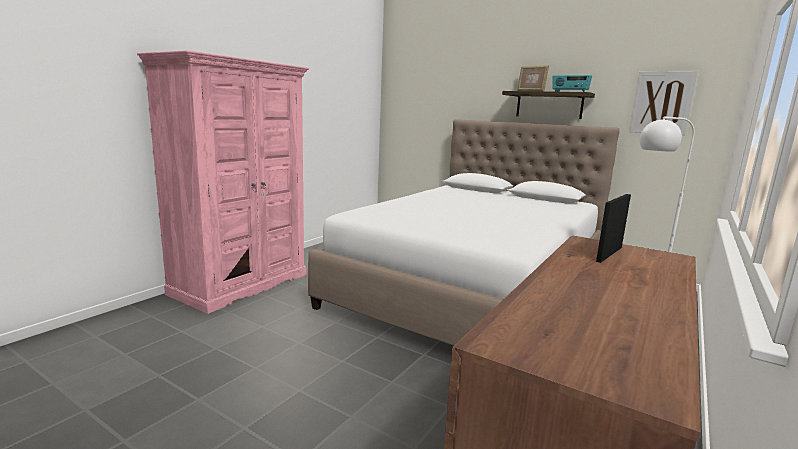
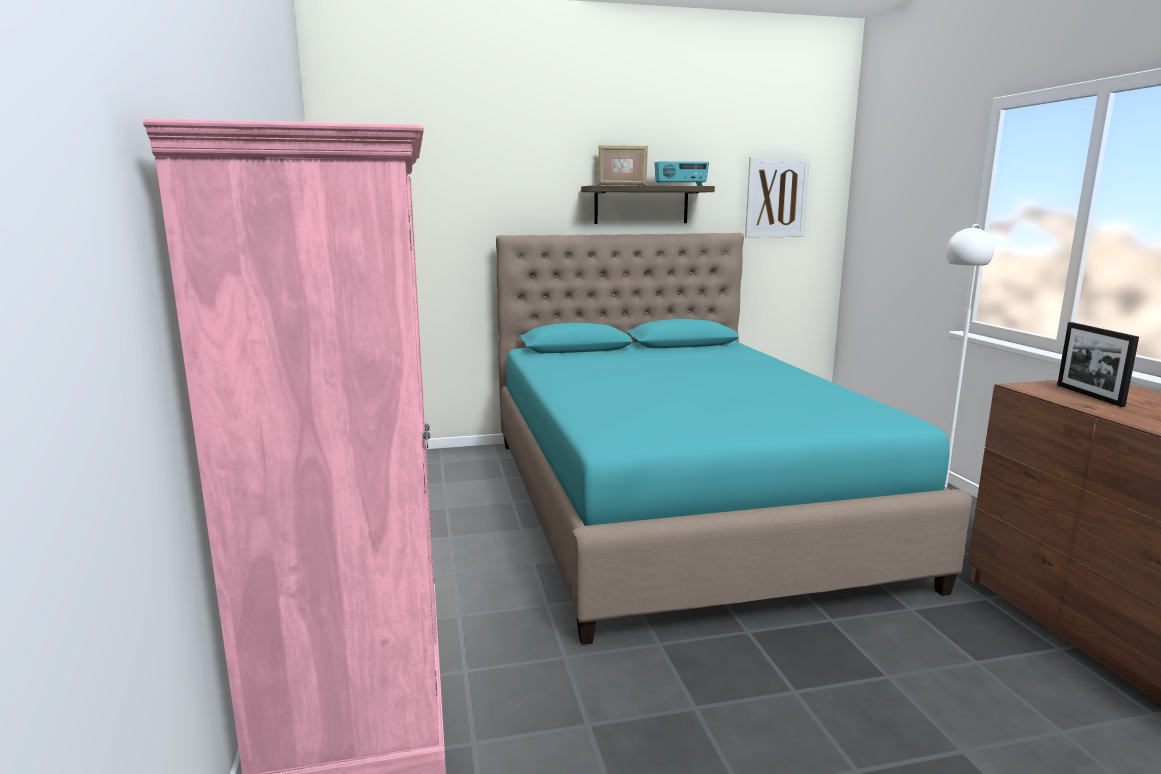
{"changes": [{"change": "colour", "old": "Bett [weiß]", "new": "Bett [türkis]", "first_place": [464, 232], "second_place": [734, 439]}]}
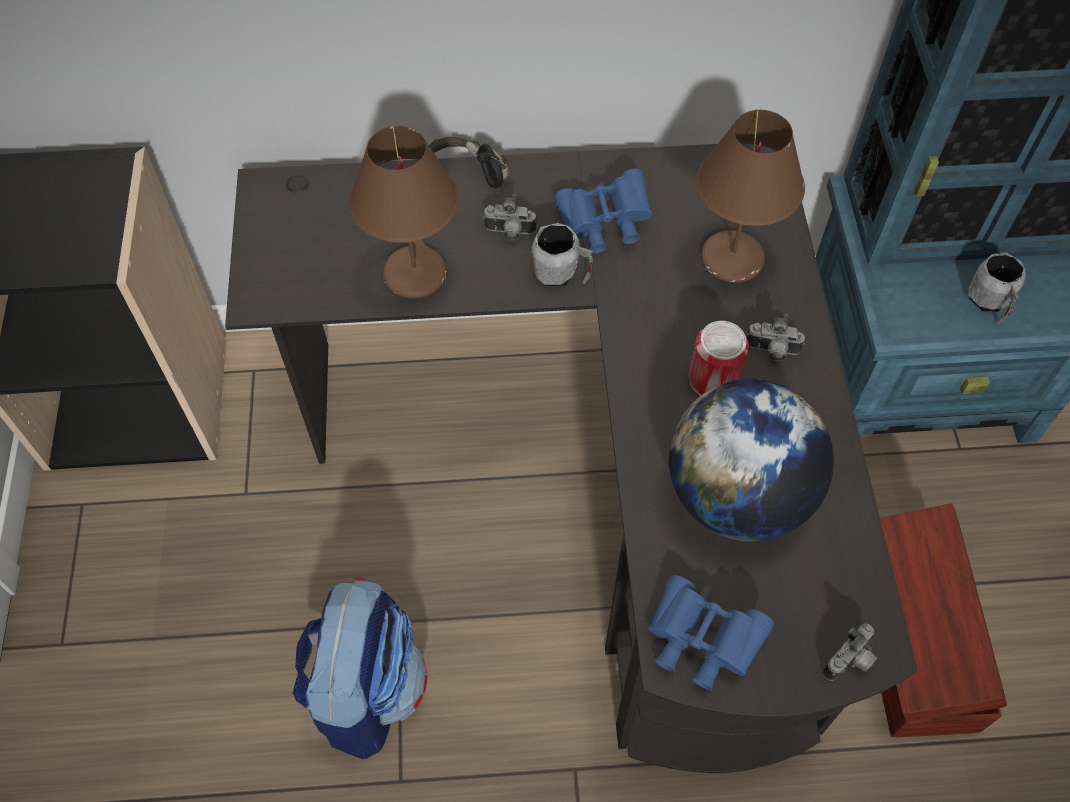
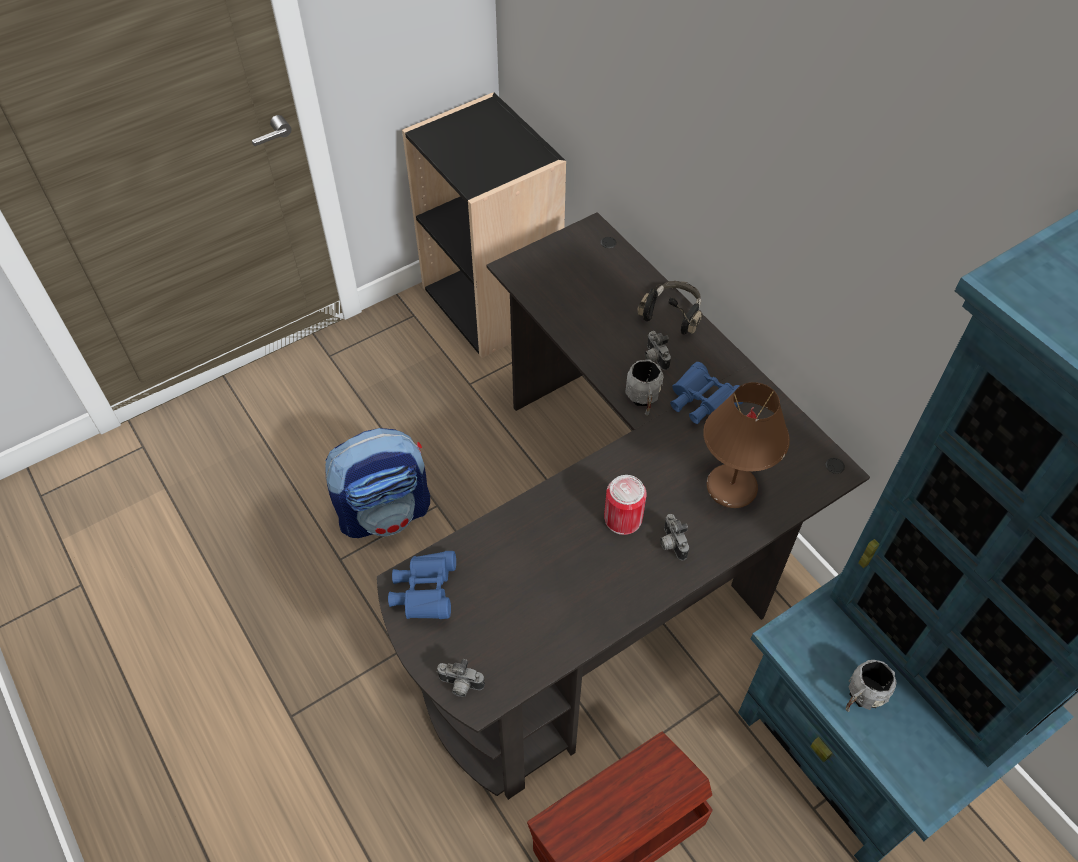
{"changes": [{"change": "missing", "old": "Tischlampe [braun]", "first_place": [404, 212]}, {"change": "missing", "old": "Globus", "first_place": [751, 460]}]}
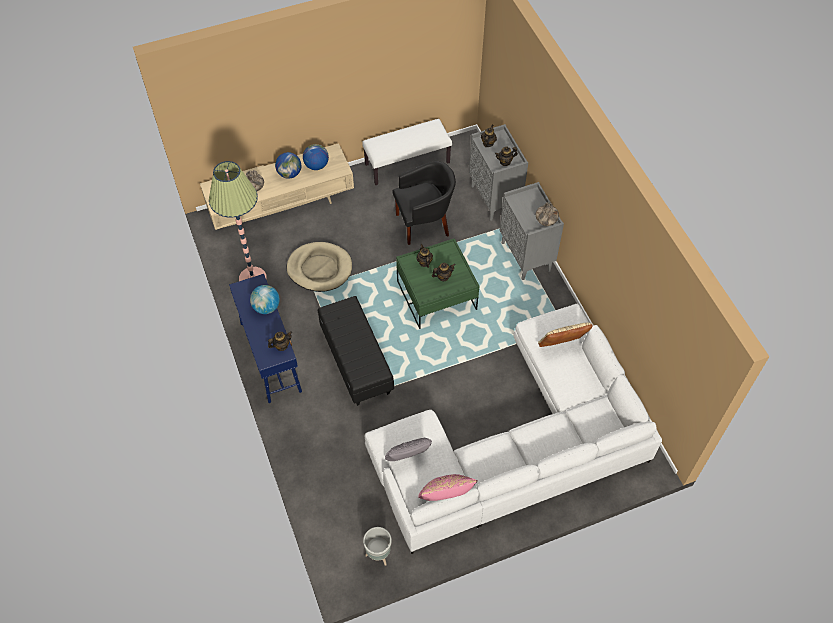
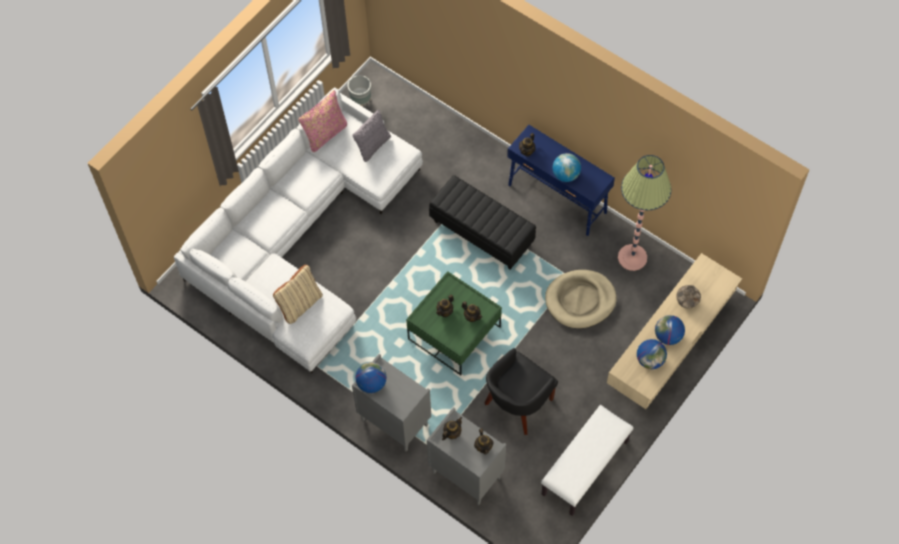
{"changes": [{"change": "exchanged", "old": "Vase", "new": "Globus", "first_place": [547, 214], "second_place": [371, 377]}]}
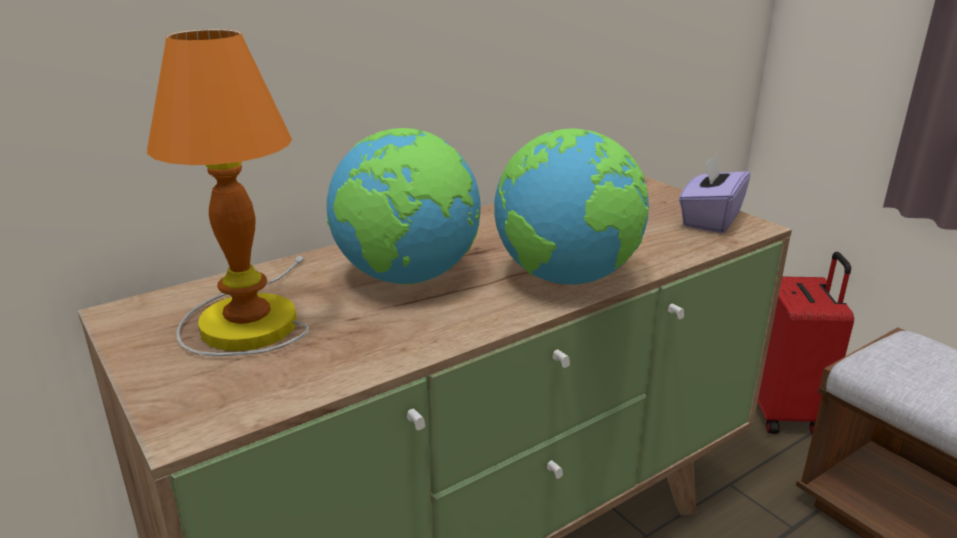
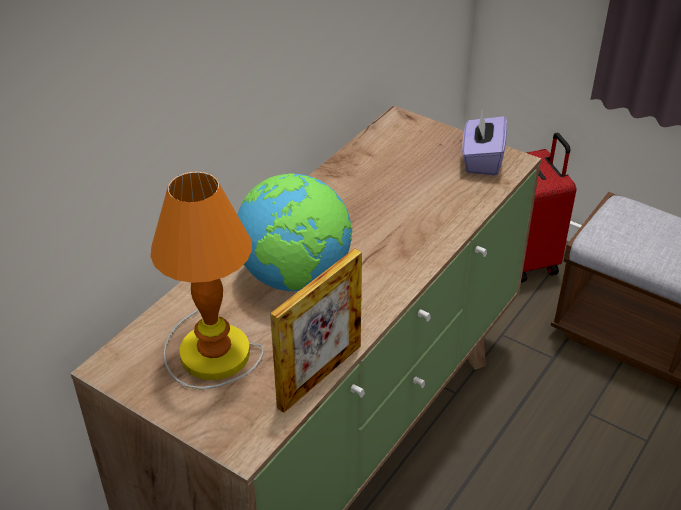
{"changes": [{"change": "missing", "old": "Globus", "first_place": [571, 207]}, {"change": "appeared", "new": "Bilderrahmen", "second_place": [316, 330]}]}
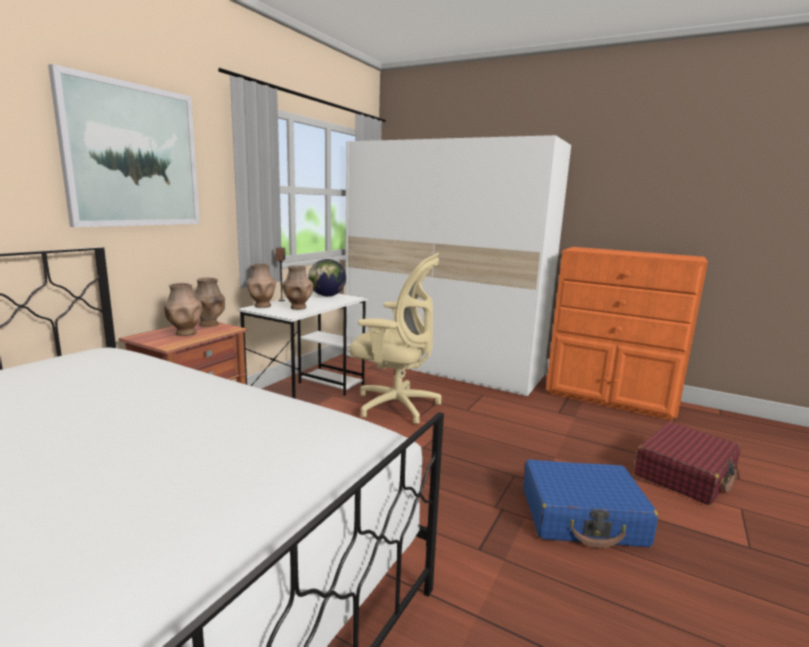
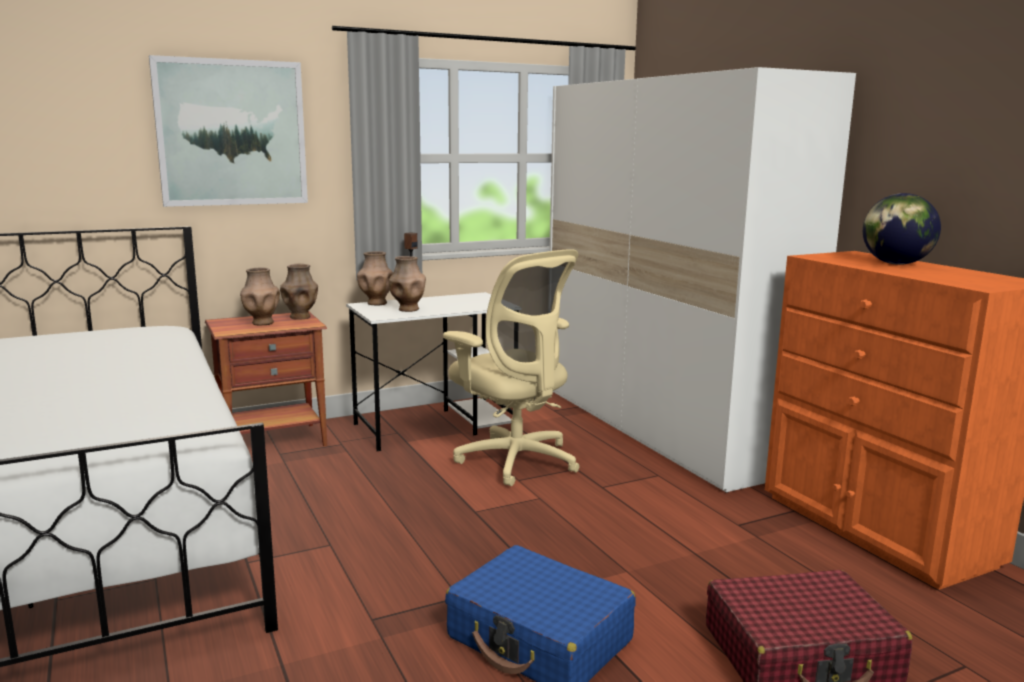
{"changes": [{"change": "relocated", "old": "Globus", "first_place": [327, 278], "second_place": [902, 229]}]}
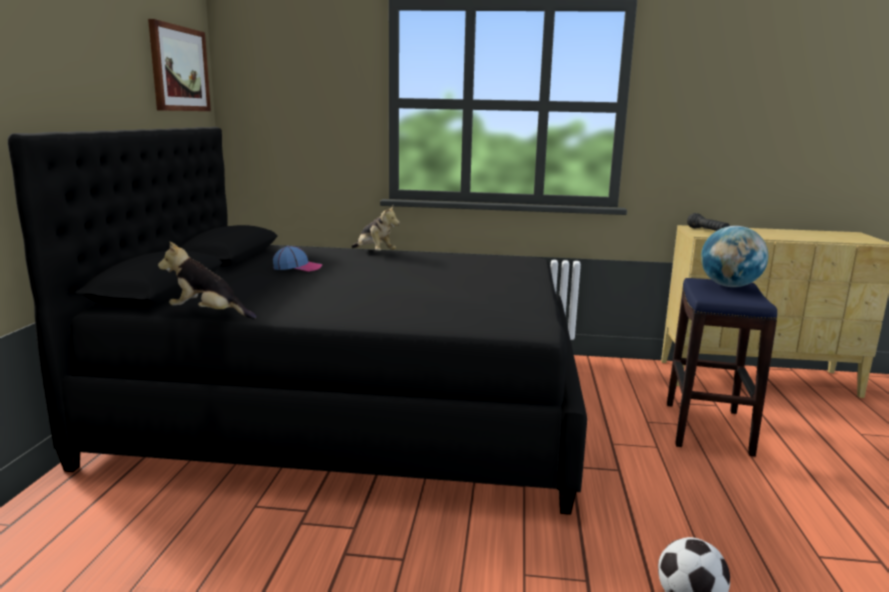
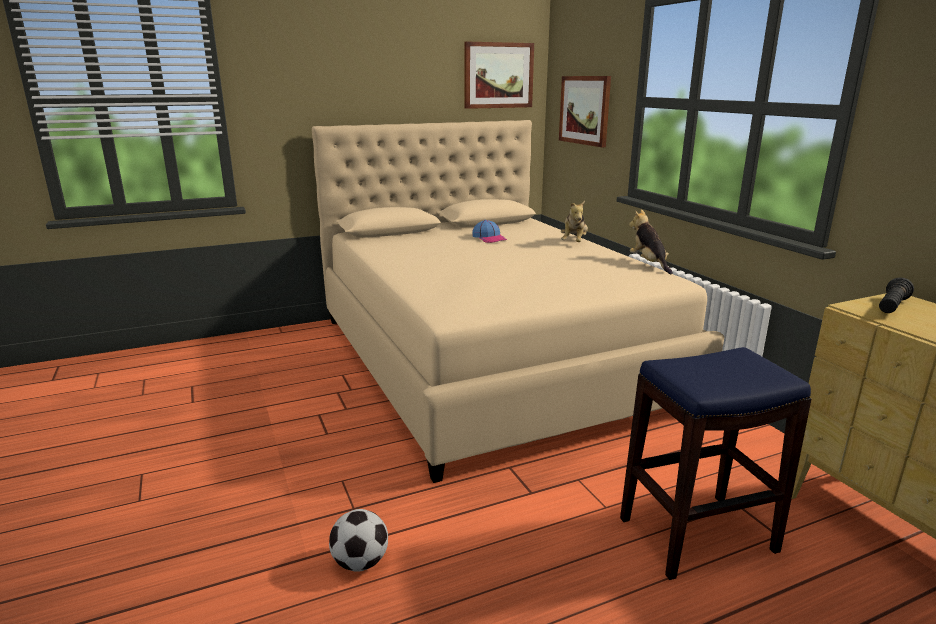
{"changes": [{"change": "colour", "old": "Bett [schwarz]", "new": "Bett [beige]", "first_place": [297, 321], "second_place": [518, 301]}, {"change": "missing", "old": "Globus", "first_place": [734, 256]}, {"change": "relocated", "old": "Plüschtier", "first_place": [207, 280], "second_place": [651, 241]}, {"change": "appeared", "new": "Bild", "second_place": [585, 111]}]}
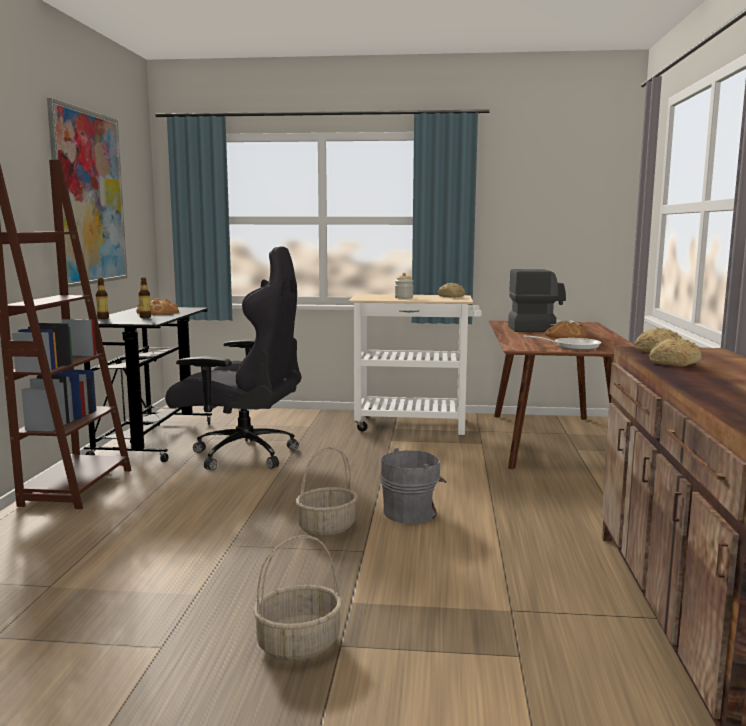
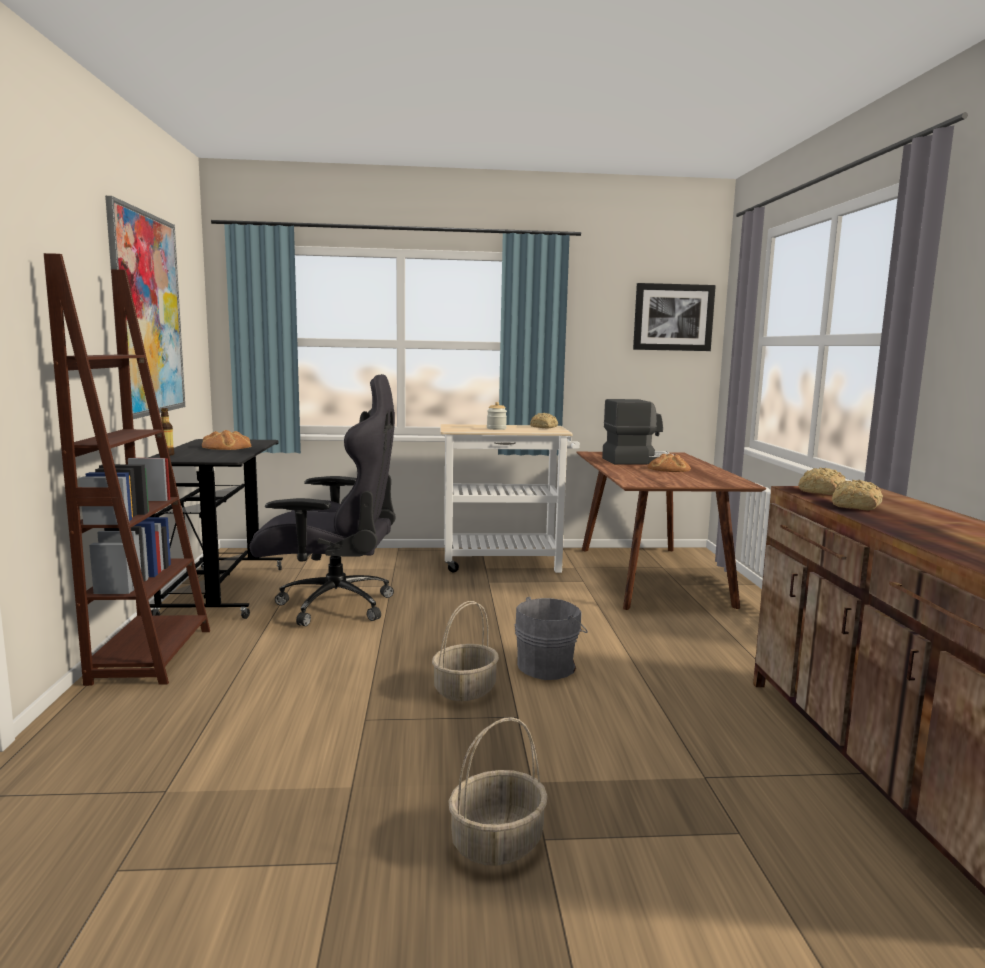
{"changes": [{"change": "missing", "old": "Flasche", "first_place": [145, 297]}, {"change": "missing", "old": "Pfanne", "first_place": [563, 342]}, {"change": "appeared", "new": "Bild", "second_place": [674, 317]}]}
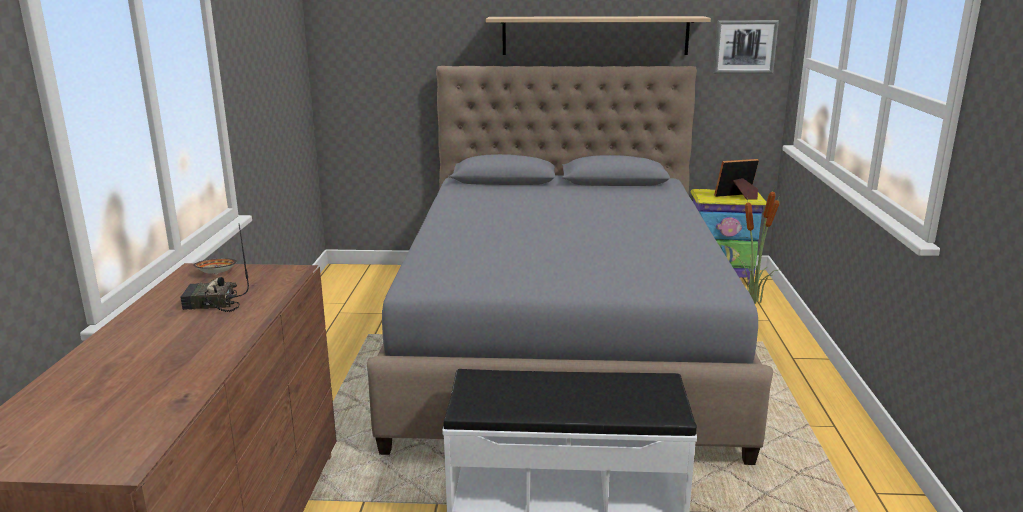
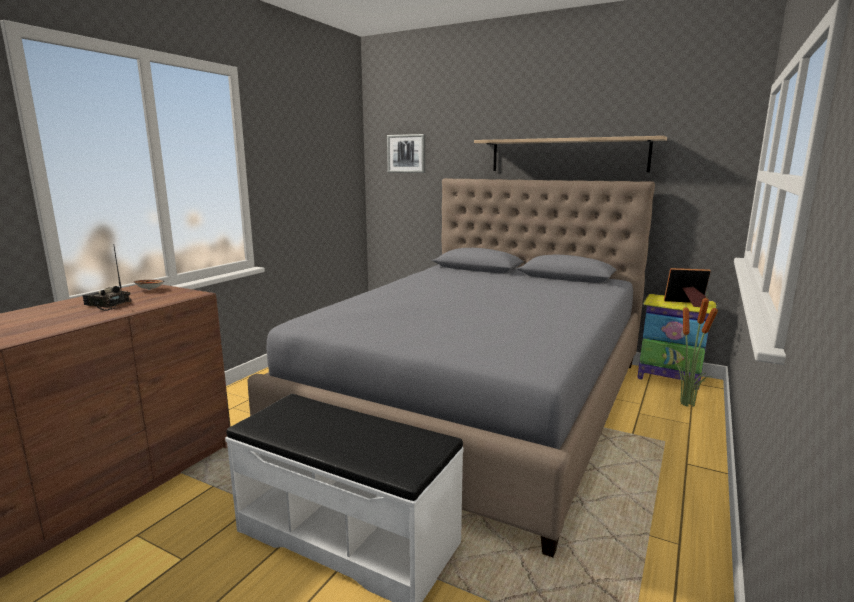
{"changes": [{"change": "relocated", "old": "Bild", "first_place": [746, 47], "second_place": [406, 153]}]}
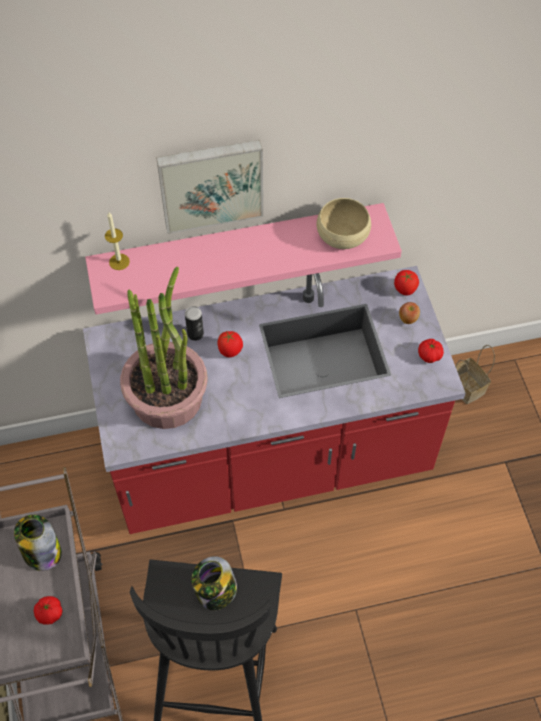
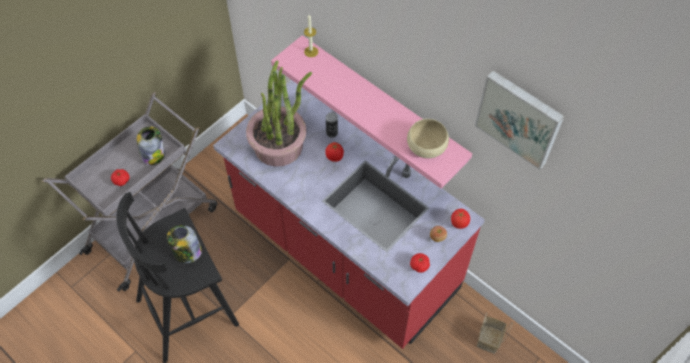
{"changes": [{"change": "relocated", "old": "Bild", "first_place": [209, 187], "second_place": [519, 120]}]}
